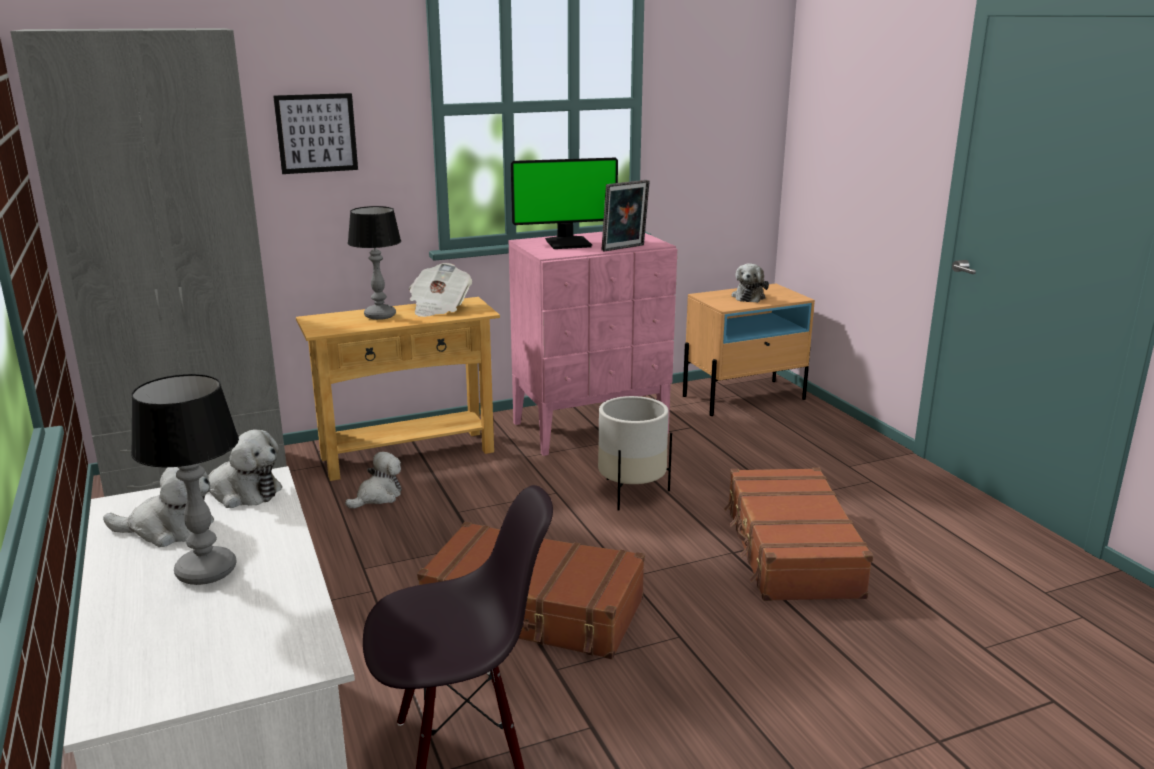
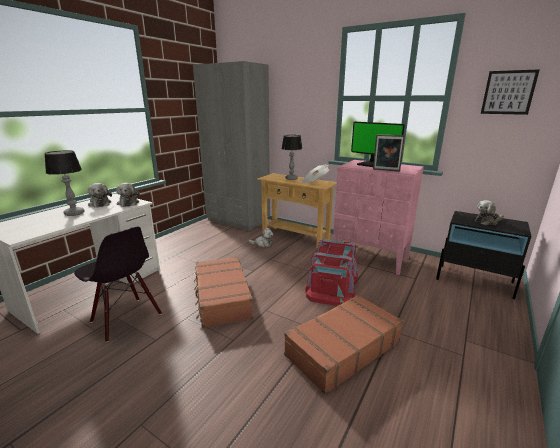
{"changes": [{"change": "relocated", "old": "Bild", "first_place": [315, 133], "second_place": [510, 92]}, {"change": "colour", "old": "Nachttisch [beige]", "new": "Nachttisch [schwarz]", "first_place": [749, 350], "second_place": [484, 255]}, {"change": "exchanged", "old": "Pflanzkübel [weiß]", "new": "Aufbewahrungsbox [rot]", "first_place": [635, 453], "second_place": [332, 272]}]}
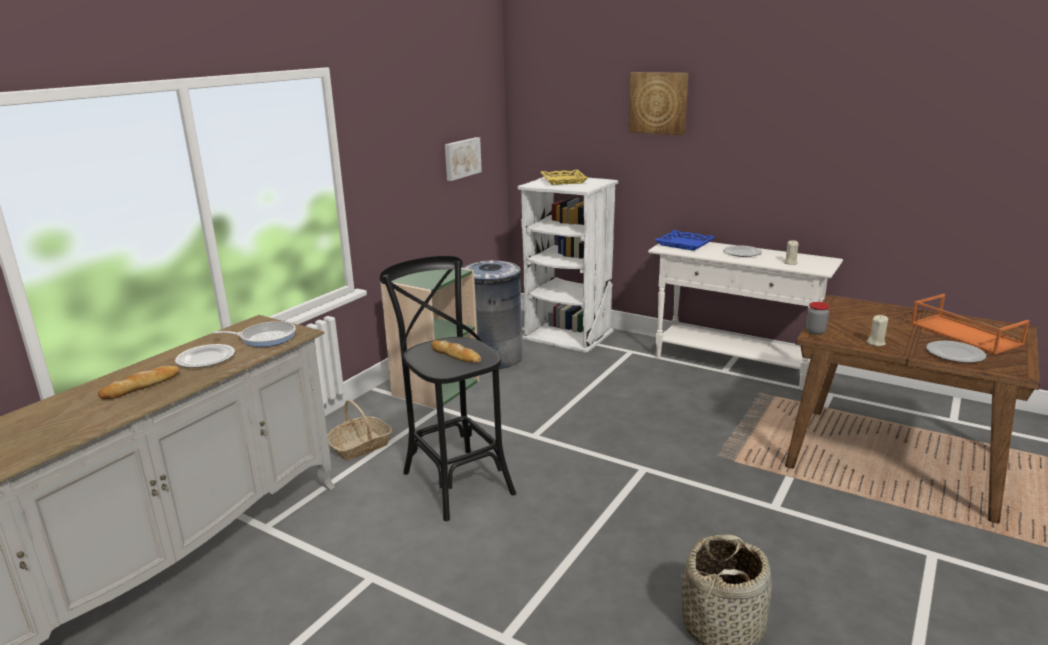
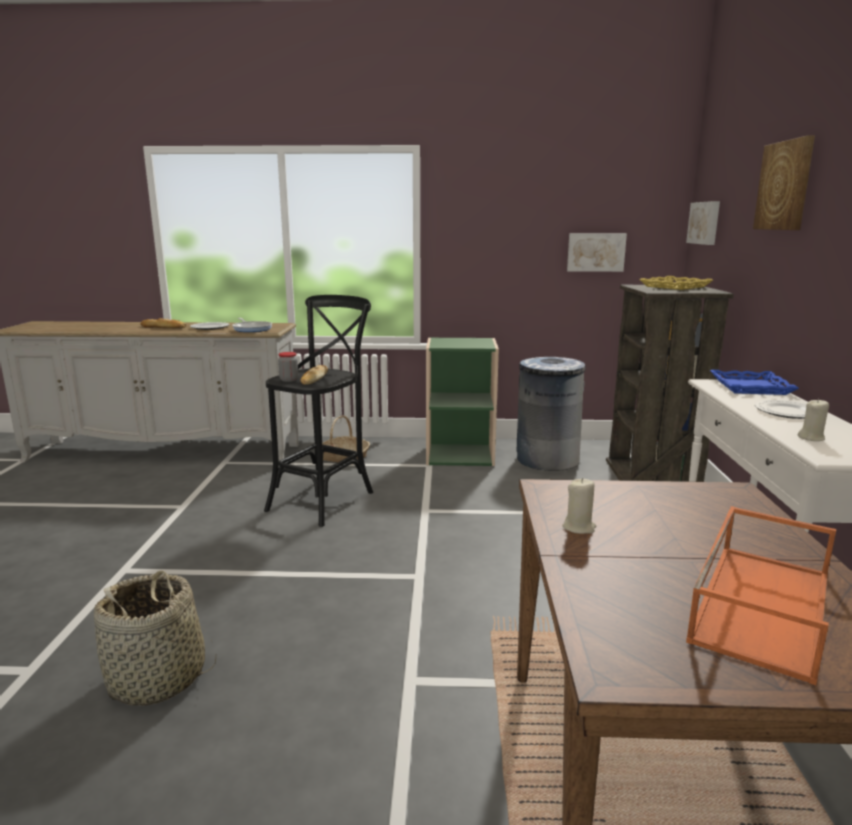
{"changes": [{"change": "colour", "old": "Bücherregal [weiß]", "new": "Bücherregal [braun]", "first_place": [567, 263], "second_place": [670, 383]}, {"change": "relocated", "old": "Vorratsglas", "first_place": [817, 318], "second_place": [288, 367]}, {"change": "missing", "old": "Teller", "first_place": [956, 352]}, {"change": "appeared", "new": "Bild", "second_place": [703, 223]}]}
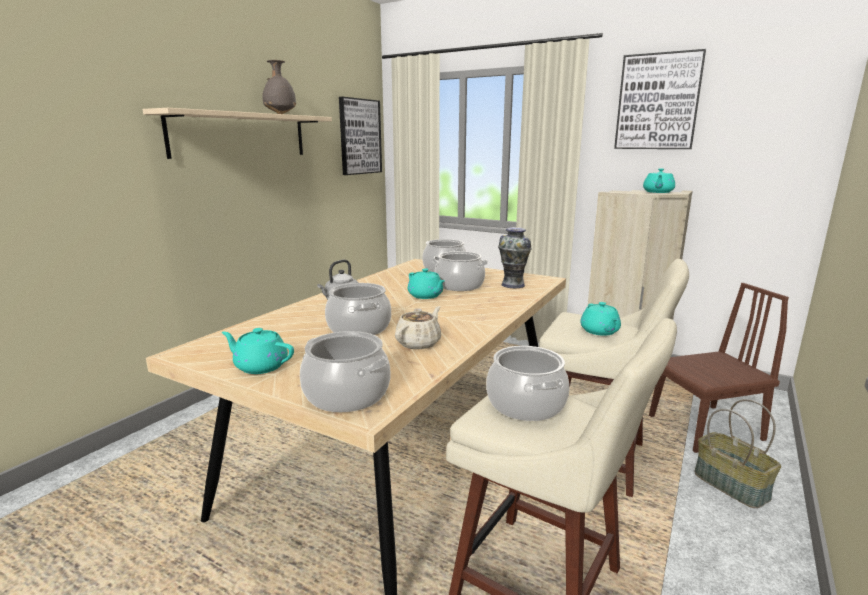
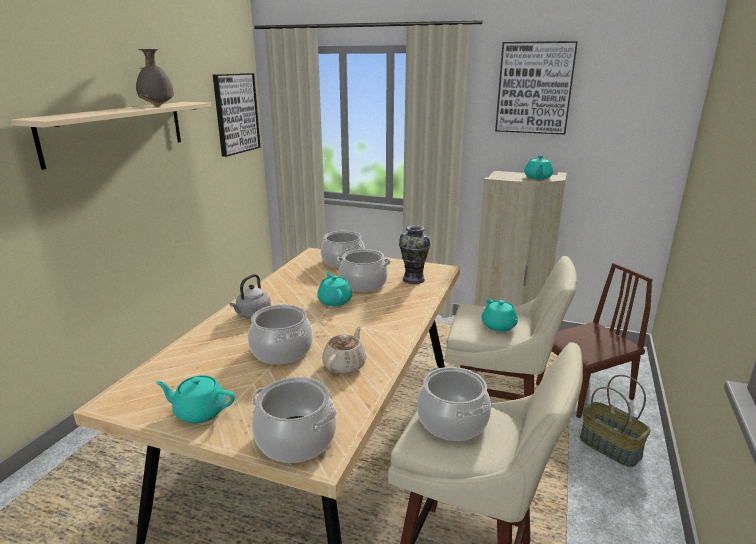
{"changes": [{"change": "spun", "old": "Teekanne [türkis]", "first_place": [426, 283], "second_place": [334, 288], "degrees": -150}]}
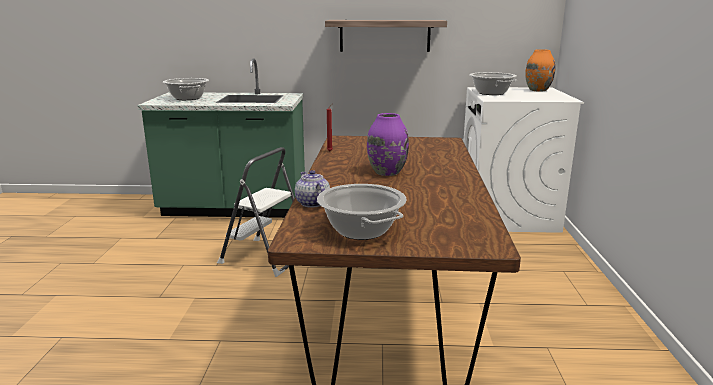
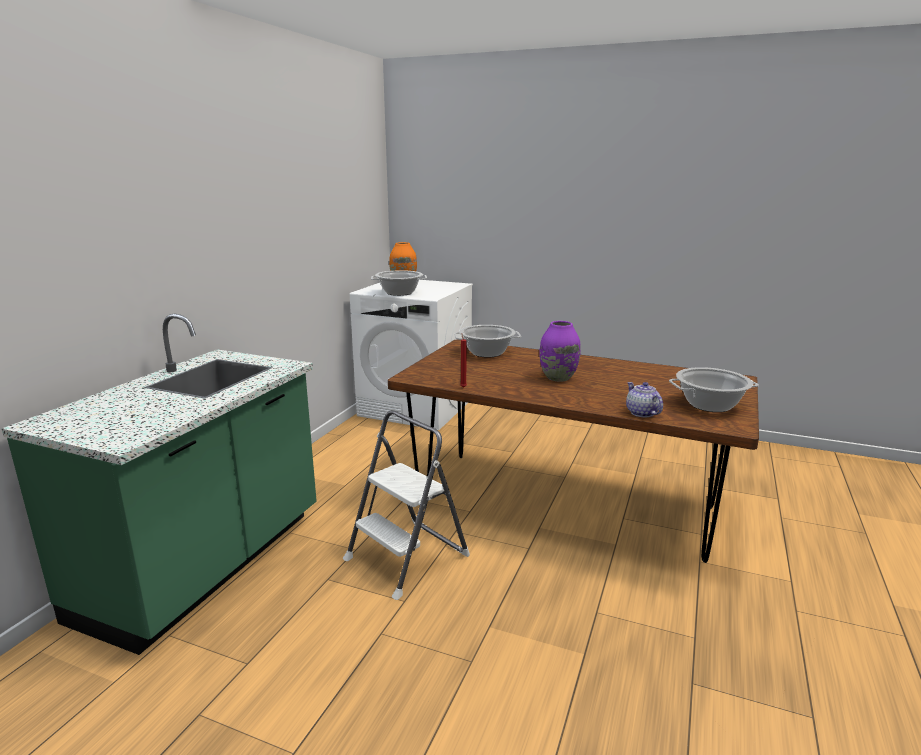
{"changes": [{"change": "missing", "old": "Wandregal", "first_place": [386, 36]}, {"change": "relocated", "old": "Kochtopf", "first_place": [186, 89], "second_place": [487, 341]}, {"change": "spun", "old": "Teekanne", "first_place": [312, 189], "second_place": [644, 399], "degrees": 75}]}
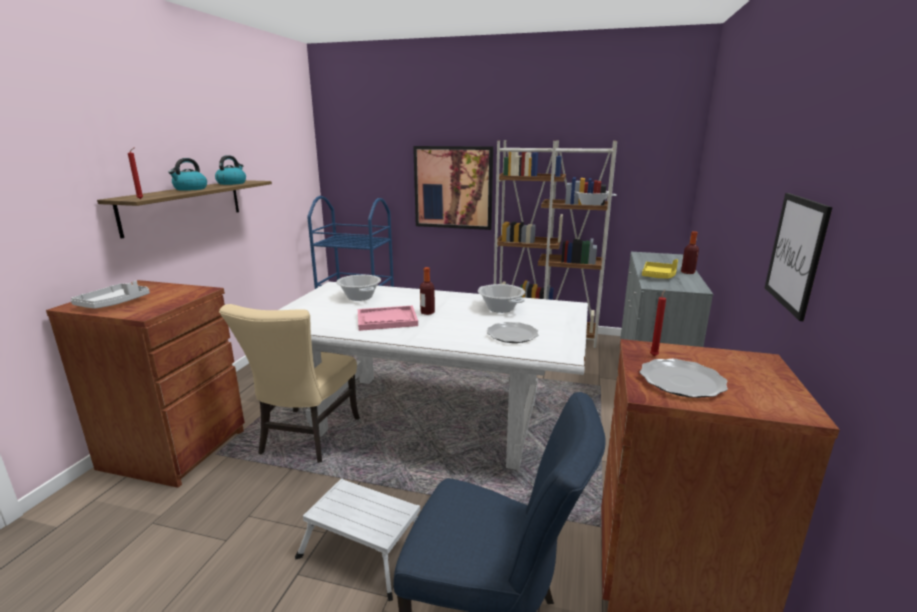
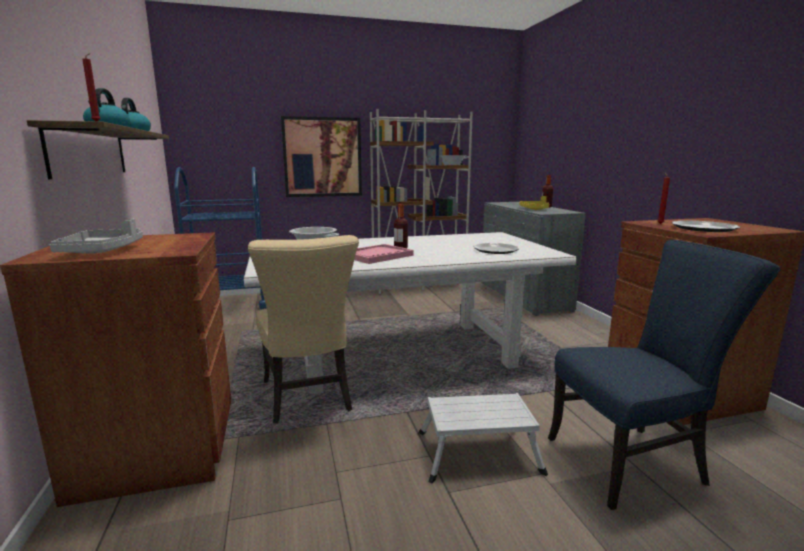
{"changes": [{"change": "missing", "old": "Bild", "first_place": [798, 257]}, {"change": "missing", "old": "Kochtopf", "first_place": [501, 298]}]}
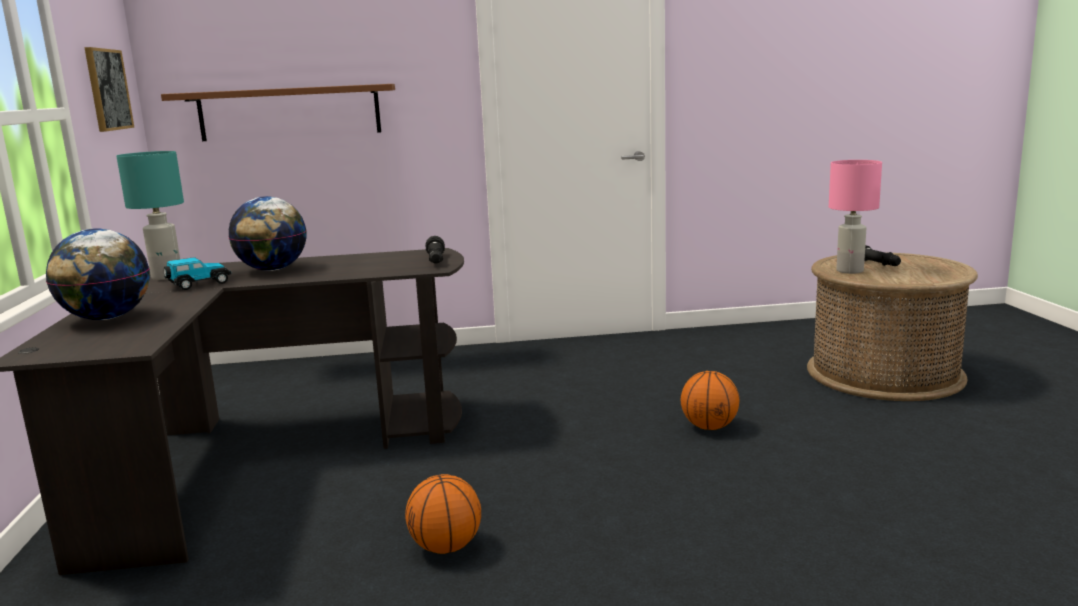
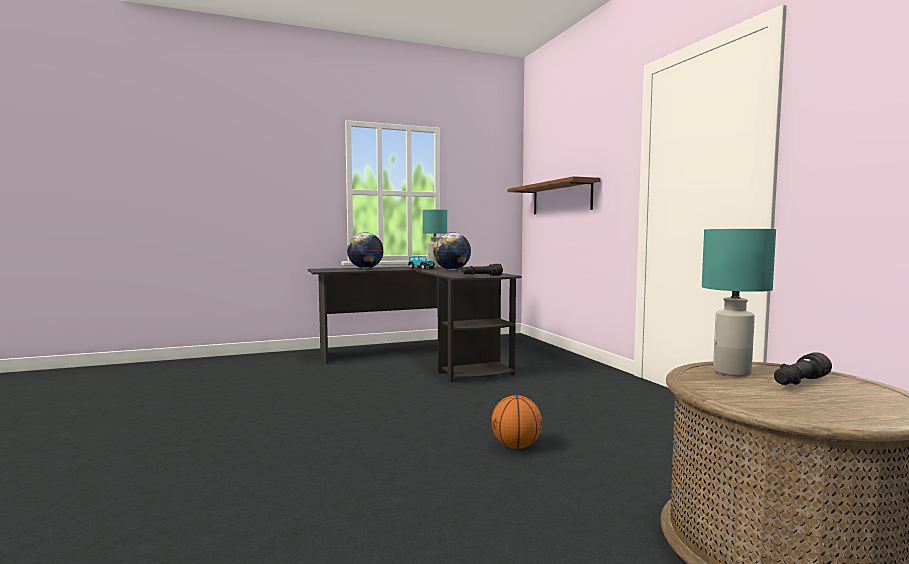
{"changes": [{"change": "missing", "old": "Bild", "first_place": [109, 89]}, {"change": "colour", "old": "Tischlampe [rosa]", "new": "Tischlampe [türkis]", "first_place": [855, 217], "second_place": [739, 302]}, {"change": "missing", "old": "Basketball", "first_place": [443, 514]}]}
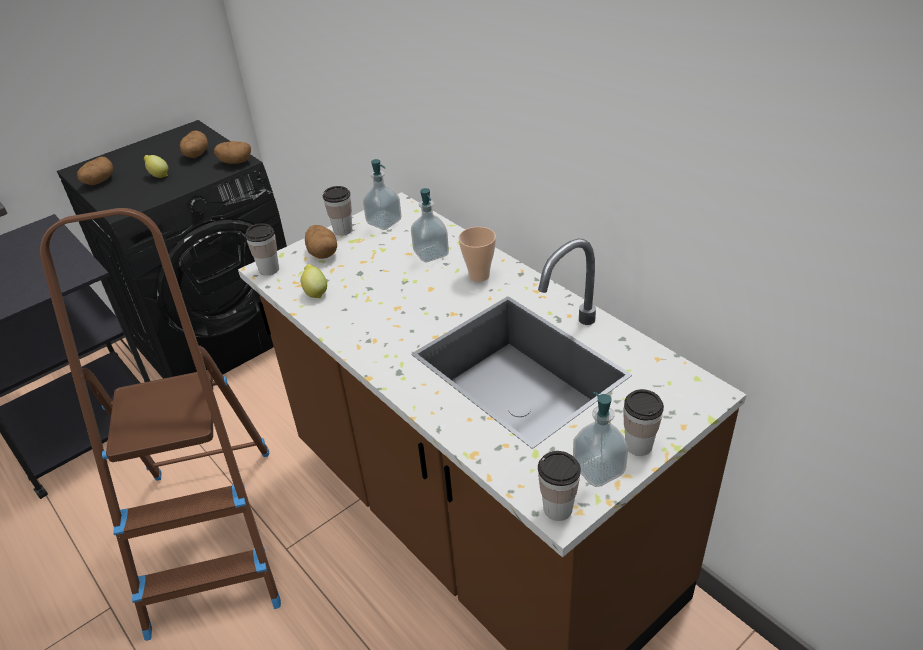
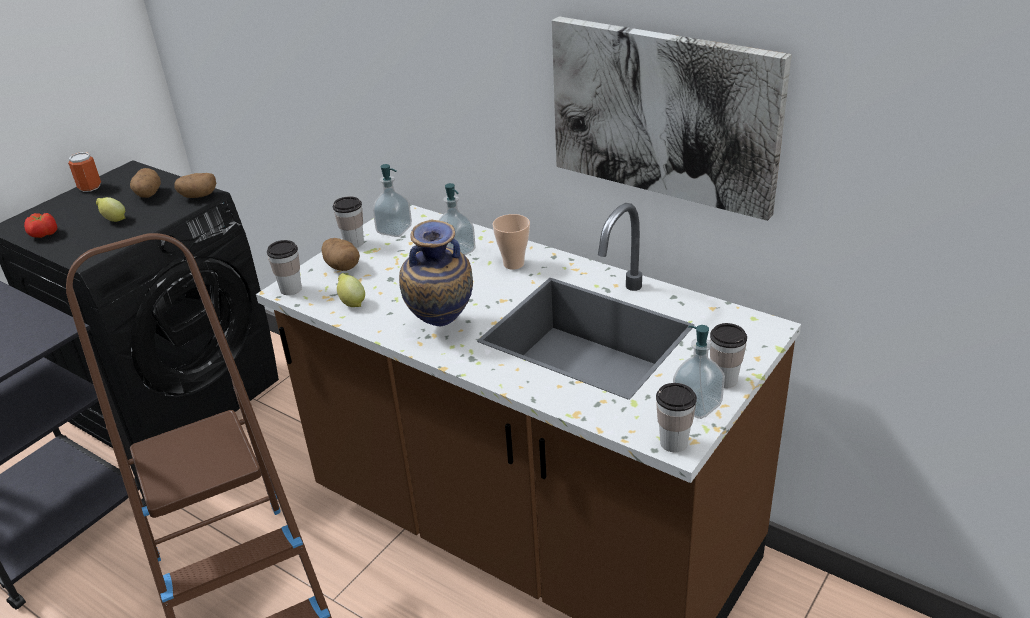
{"changes": [{"change": "exchanged", "old": "Kartoffel", "new": "Tomate", "first_place": [95, 171], "second_place": [40, 225]}, {"change": "appeared", "new": "Bild", "second_place": [672, 118]}, {"change": "appeared", "new": "Dose", "second_place": [84, 172]}, {"change": "appeared", "new": "Vase", "second_place": [436, 273]}]}
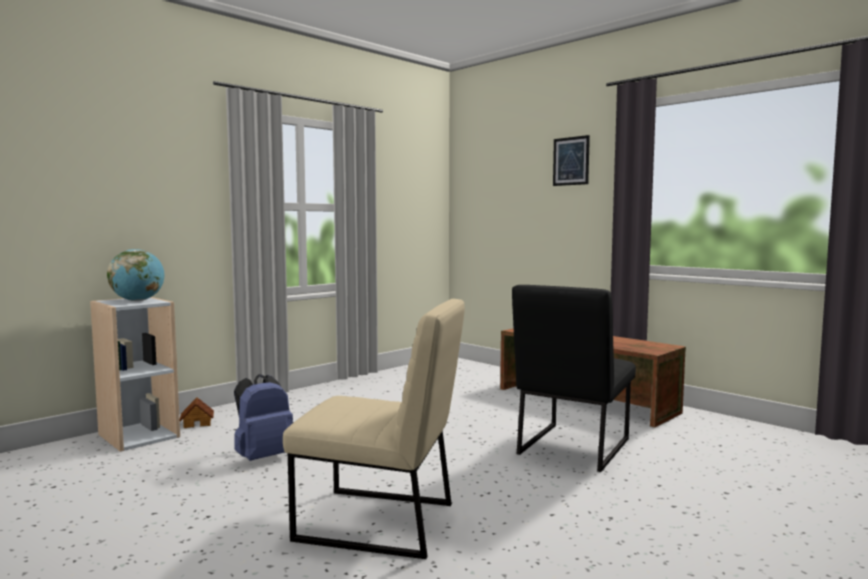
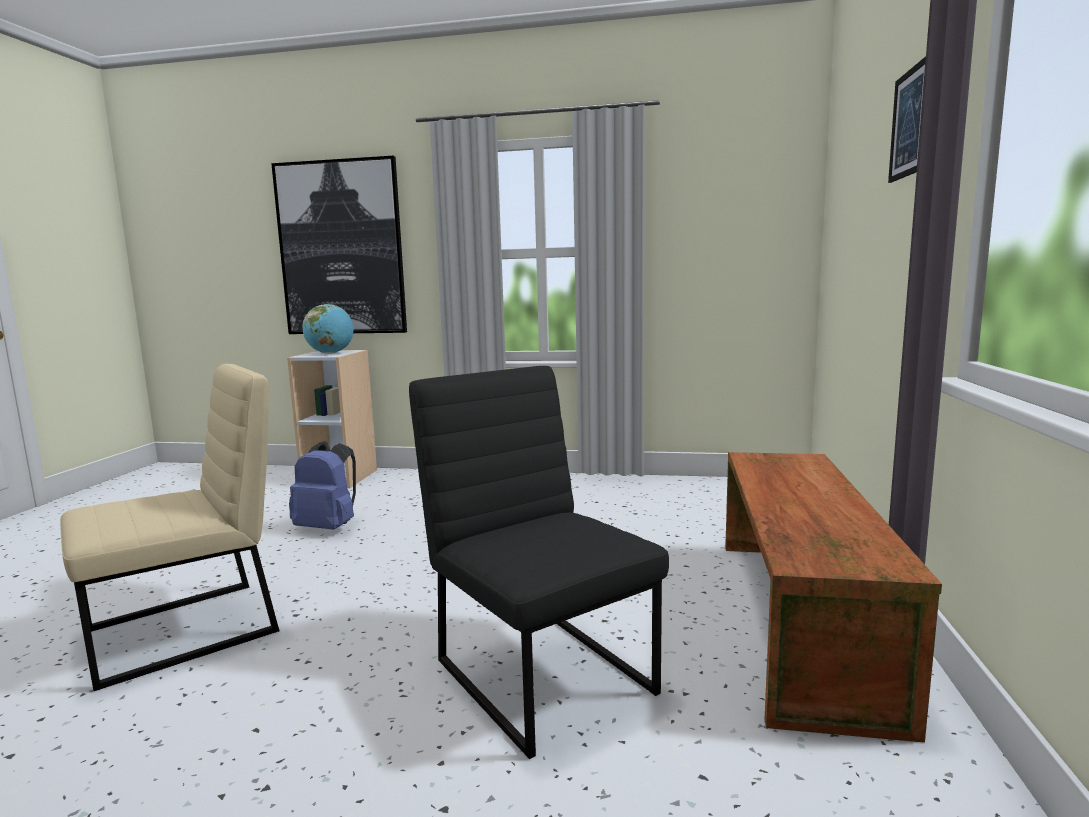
{"changes": [{"change": "spun", "old": "Stuhl [schwarz]", "first_place": [574, 378], "second_place": [539, 562], "degrees": 60}, {"change": "spun", "old": "Stuhl [beige]", "first_place": [374, 429], "second_place": [170, 527], "degrees": -105}, {"change": "missing", "old": "Spielzeughaus", "first_place": [197, 412]}, {"change": "appeared", "new": "Bild", "second_place": [339, 245]}]}
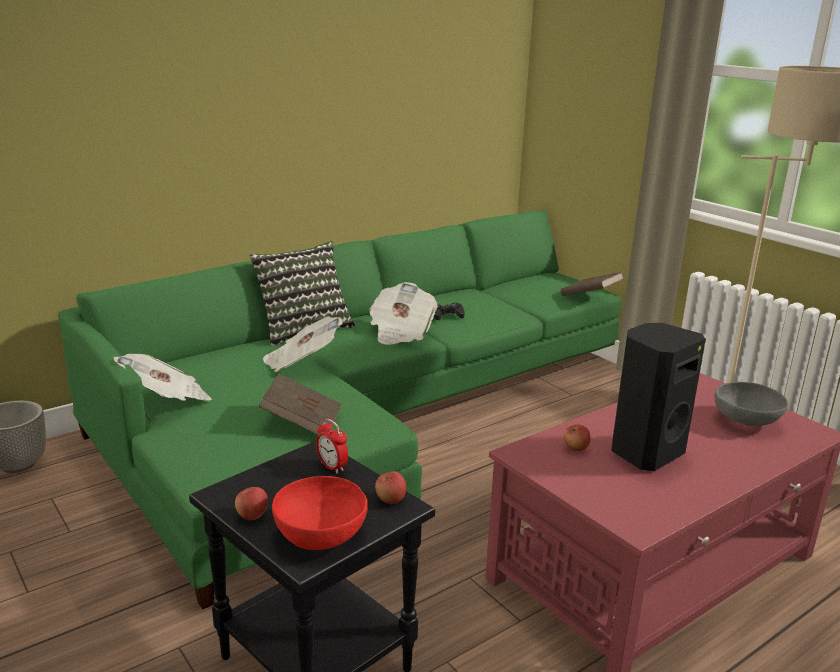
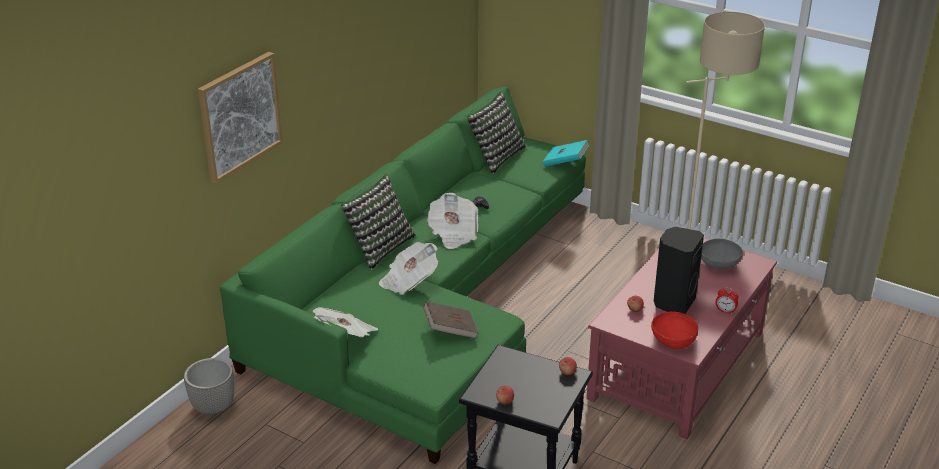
{"changes": [{"change": "colour", "old": "Buch [braun]", "new": "Buch [türkis]", "first_place": [592, 284], "second_place": [566, 153]}, {"change": "relocated", "old": "Wecker", "first_place": [332, 446], "second_place": [727, 300]}, {"change": "relocated", "old": "Schüssel [rot]", "first_place": [320, 513], "second_place": [674, 330]}, {"change": "appeared", "new": "Bild", "second_place": [240, 118]}, {"change": "appeared", "new": "Kissen", "second_place": [496, 133]}]}
